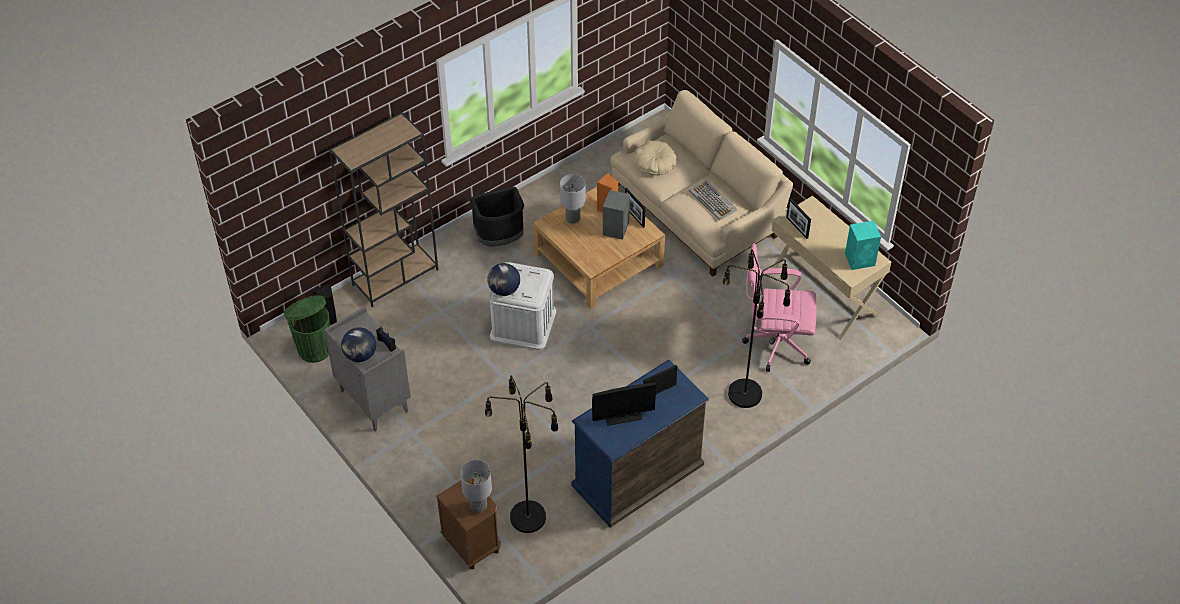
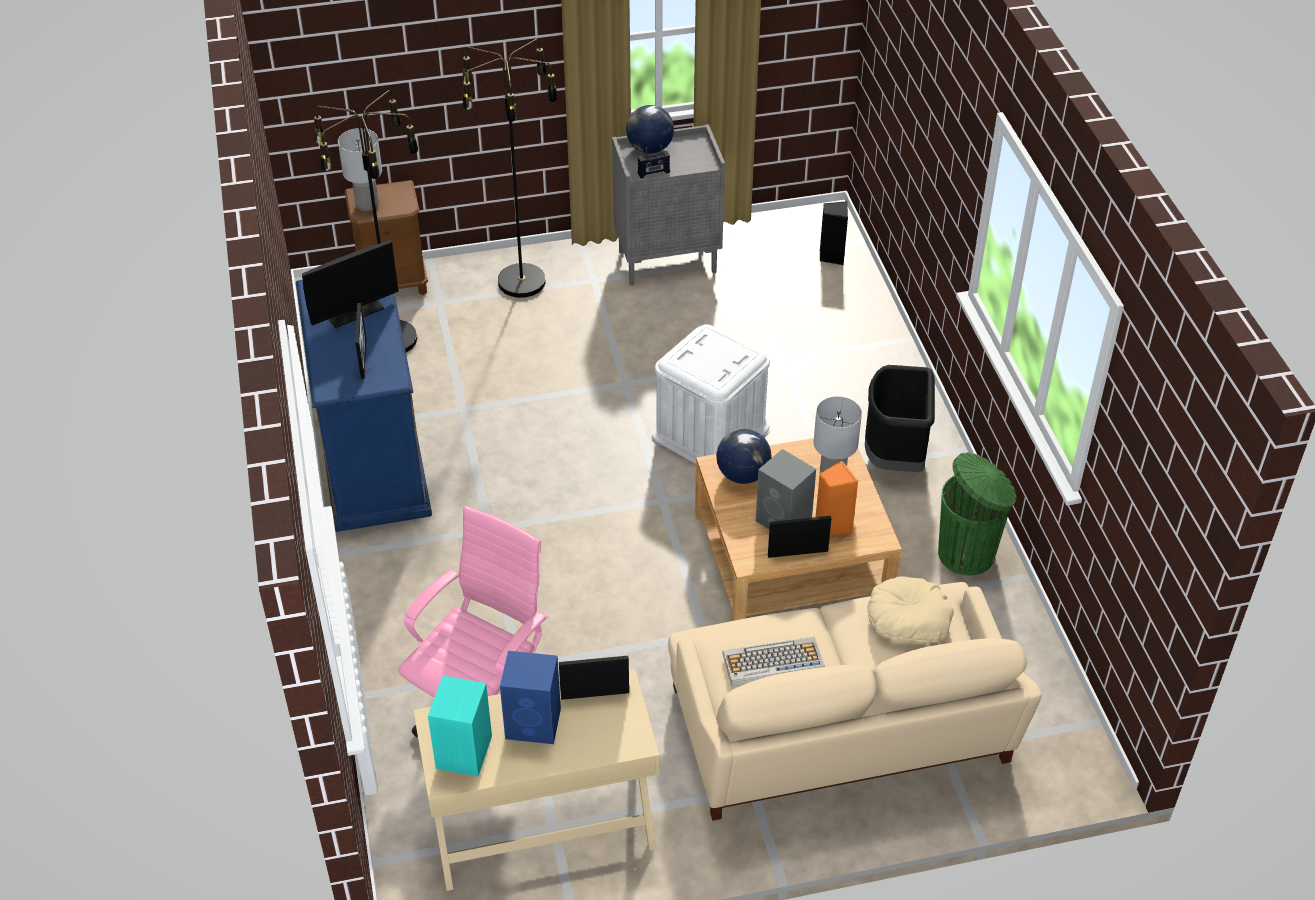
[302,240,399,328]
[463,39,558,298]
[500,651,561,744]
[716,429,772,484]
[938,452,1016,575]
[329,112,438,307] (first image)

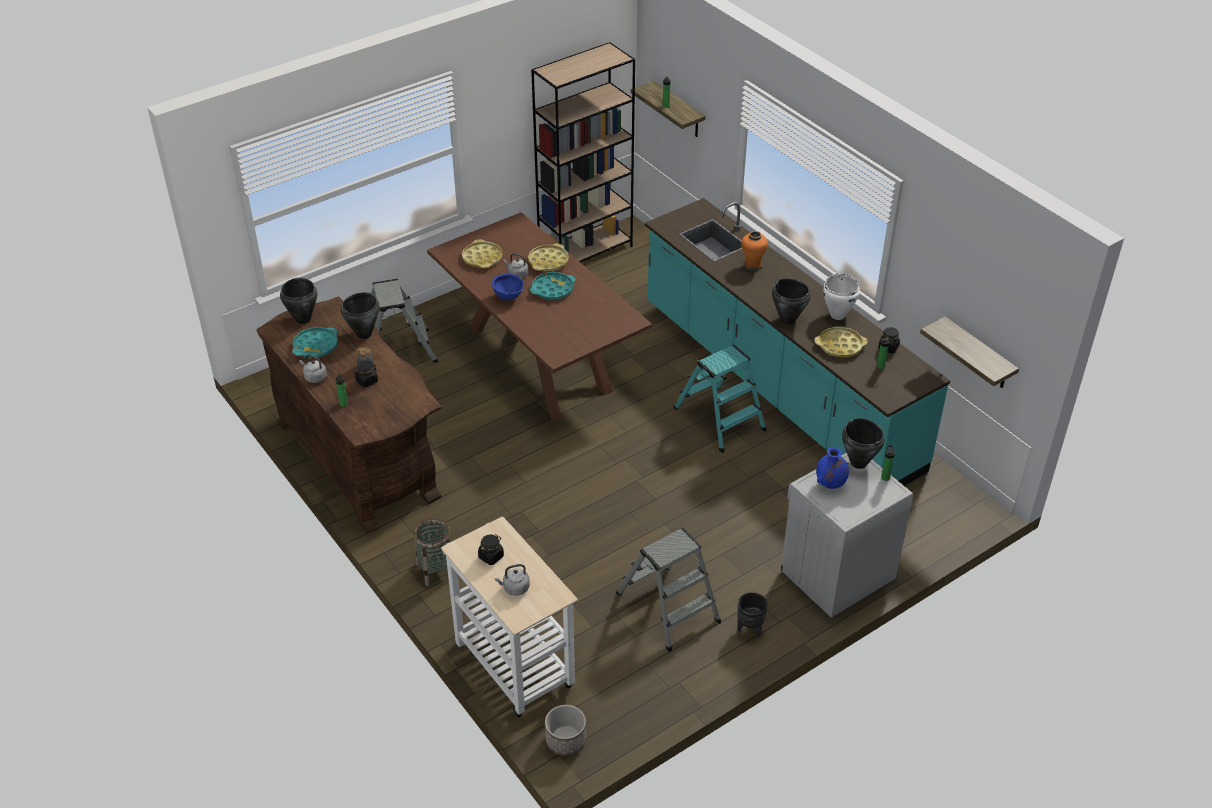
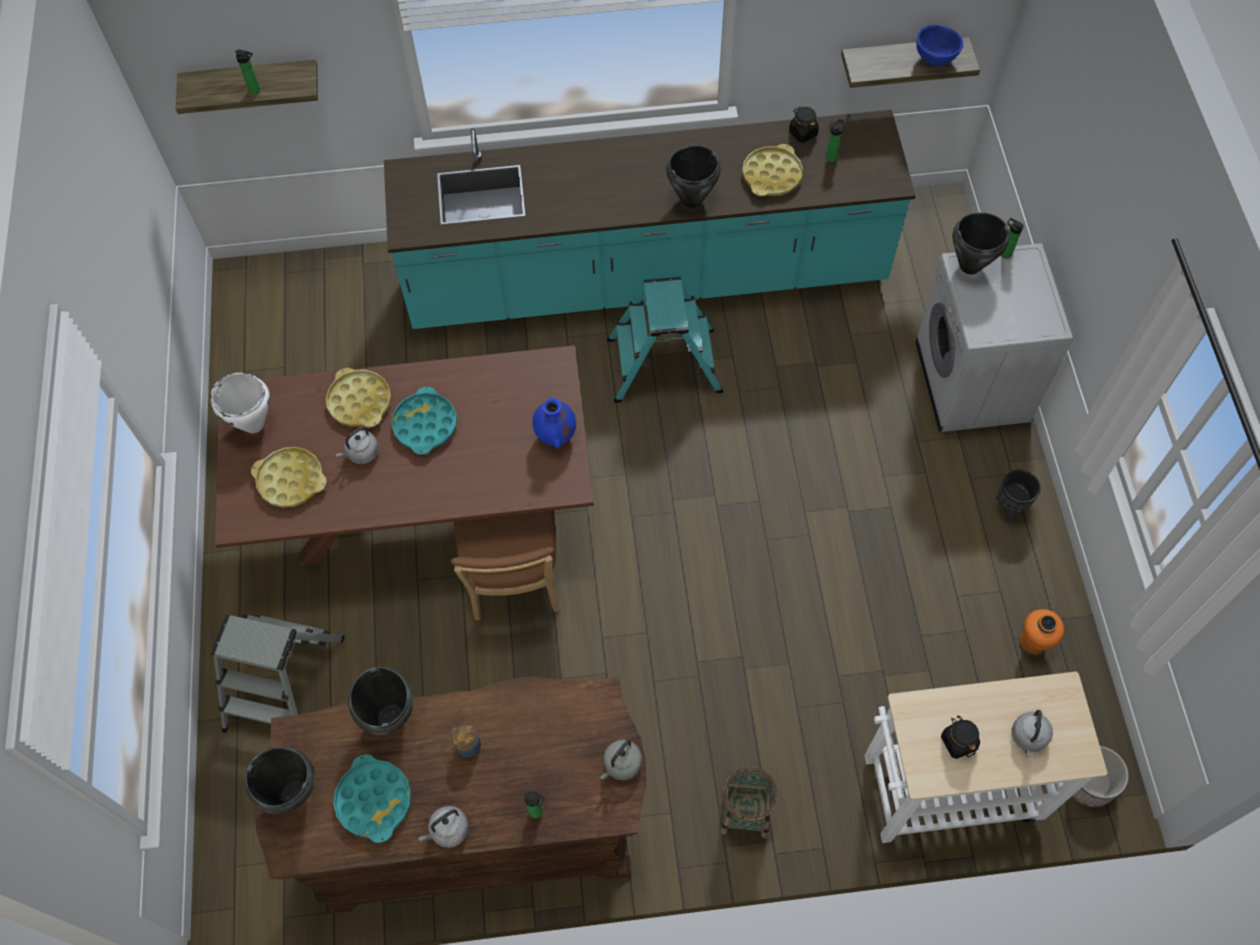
[211,373,270,433]
[451,510,559,621]
[532,398,576,449]
[600,739,642,780]
[916,24,963,66]
[1019,609,1064,656]
[354,361,378,387] (first image)
[531,42,635,263] (first image)
[616,527,721,652] (first image)

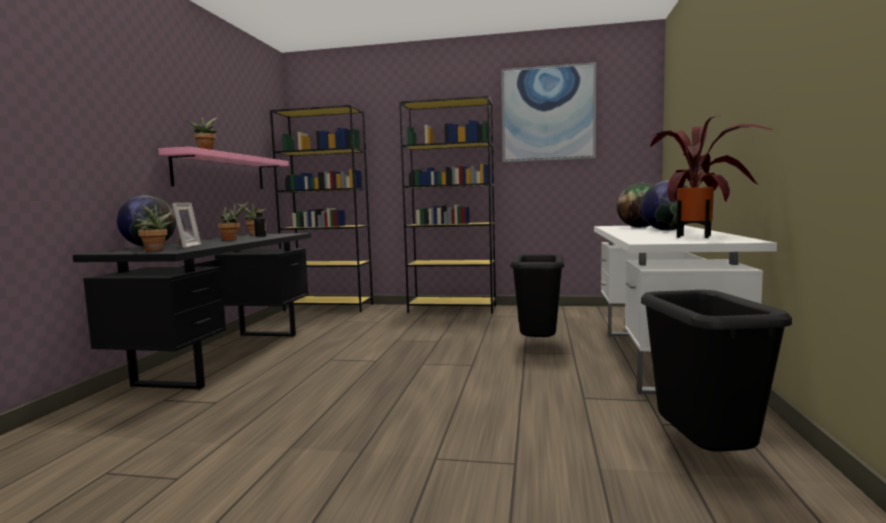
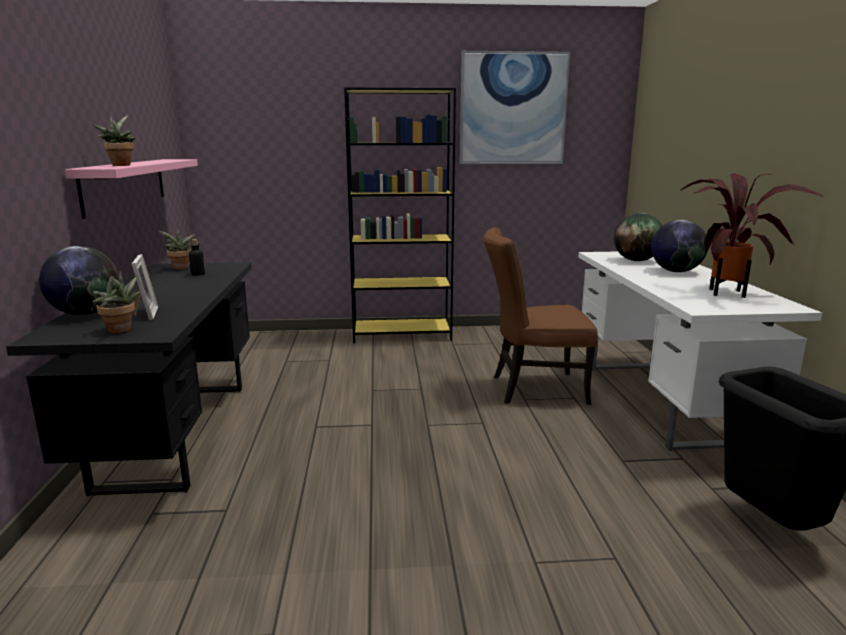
[483,227,598,405]
[218,202,248,240] (first image)
[270,105,373,312] (first image)

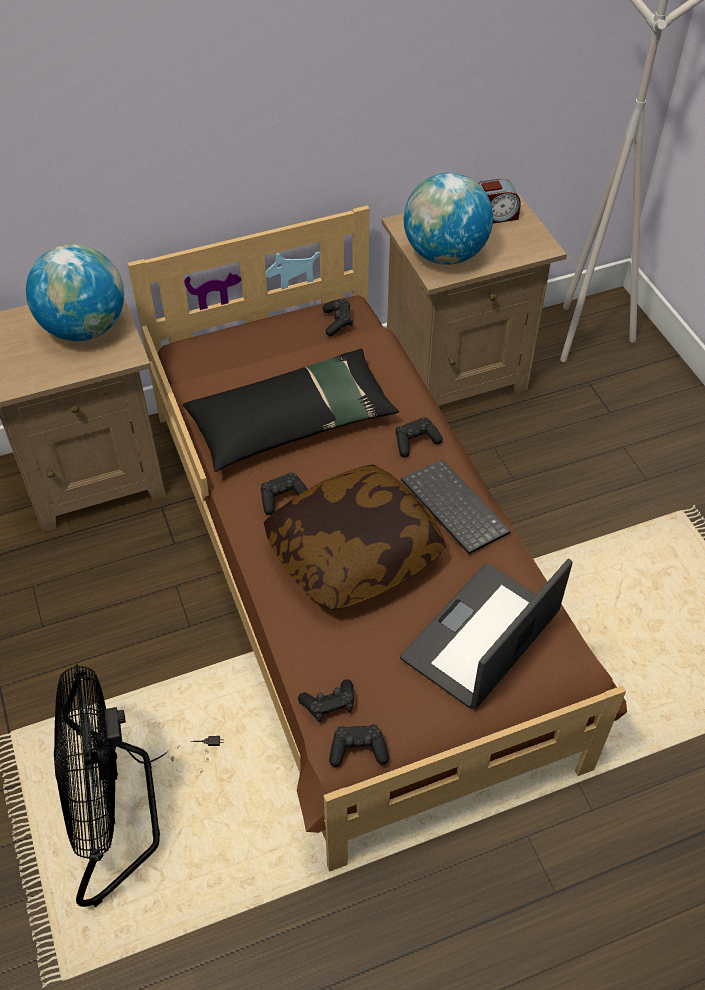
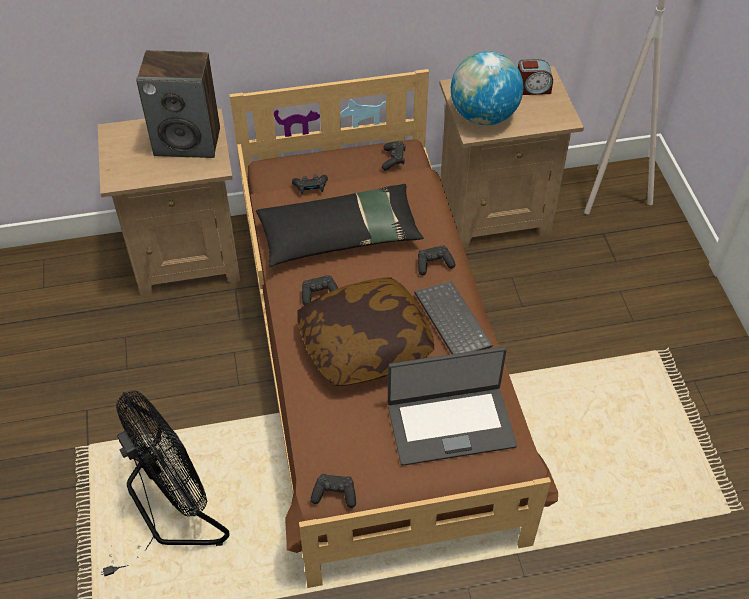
[100,390,230,576]
[136,50,220,158]
[292,175,328,194]
[388,347,517,466]

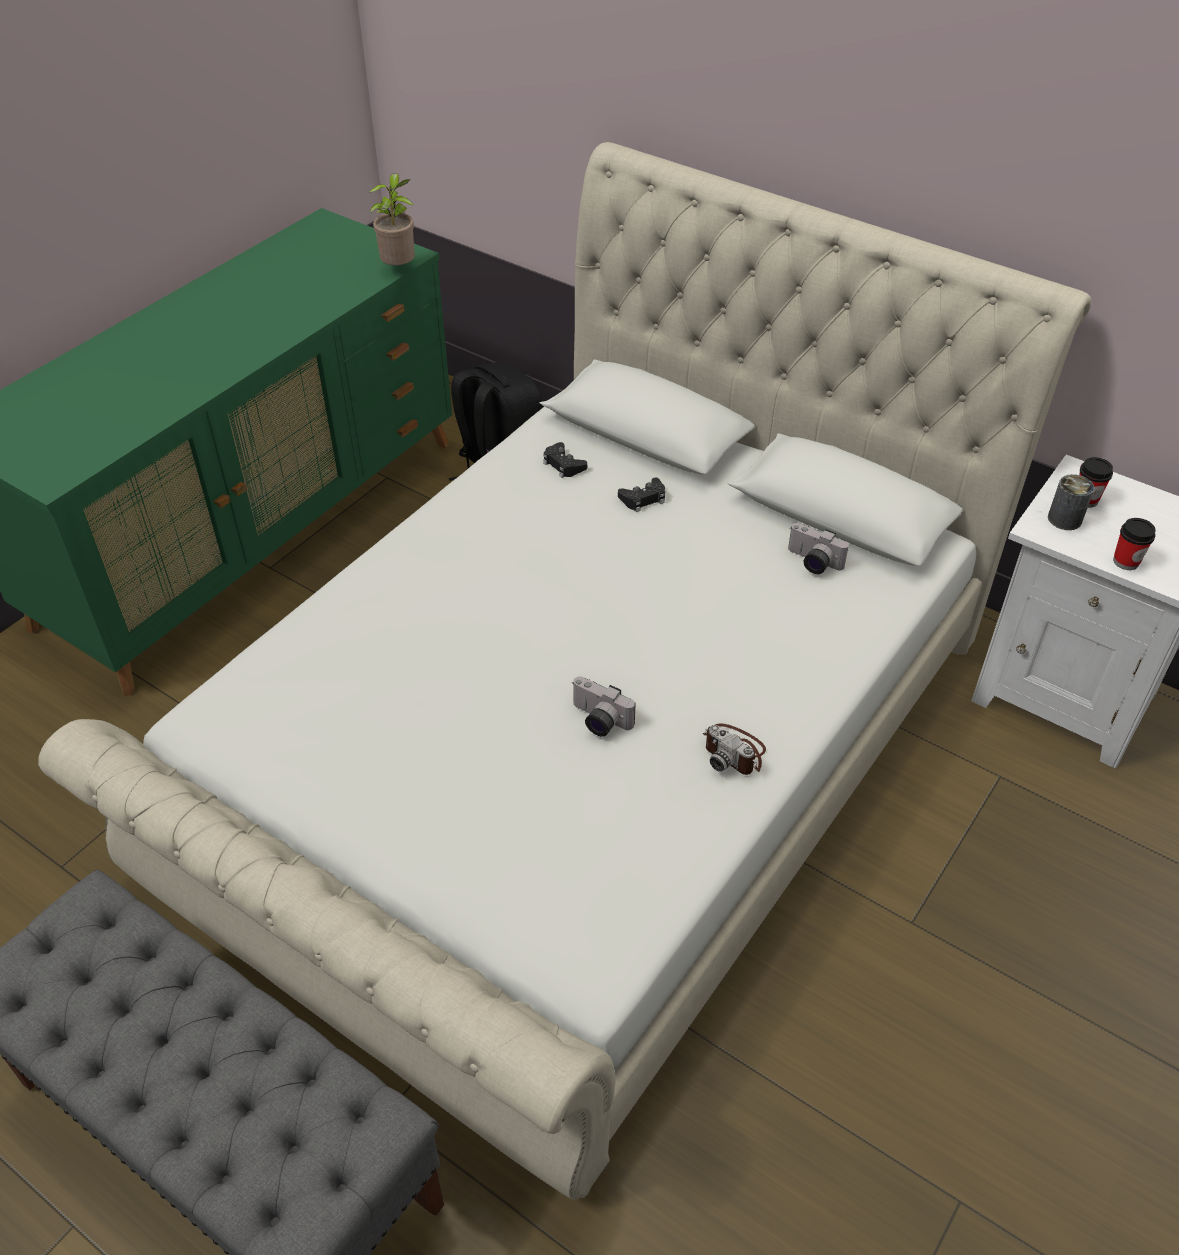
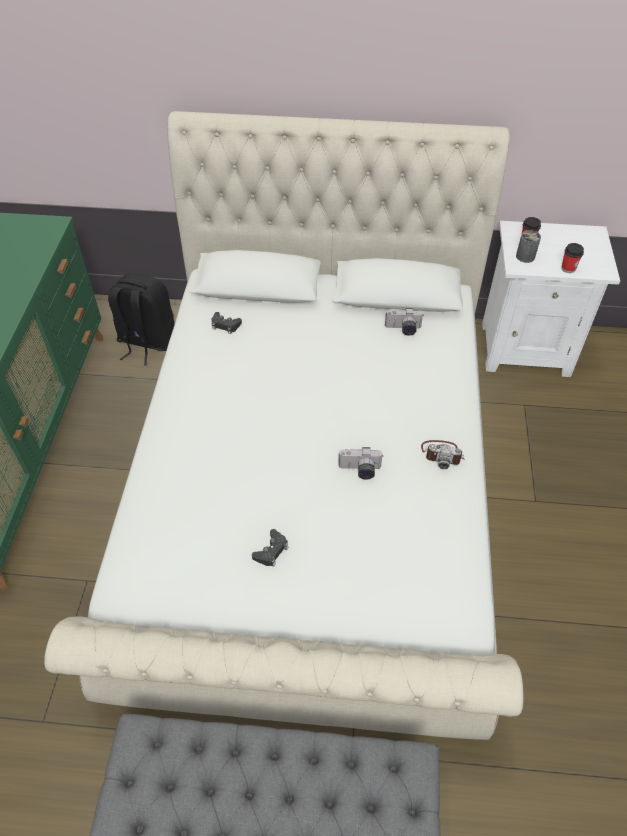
[252,529,288,567]
[369,173,415,265] (first image)

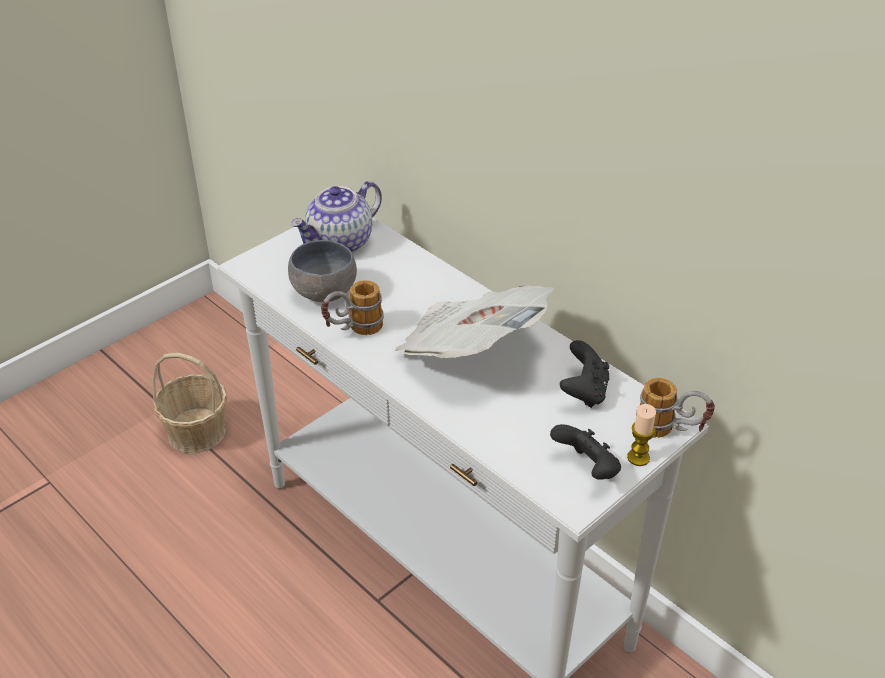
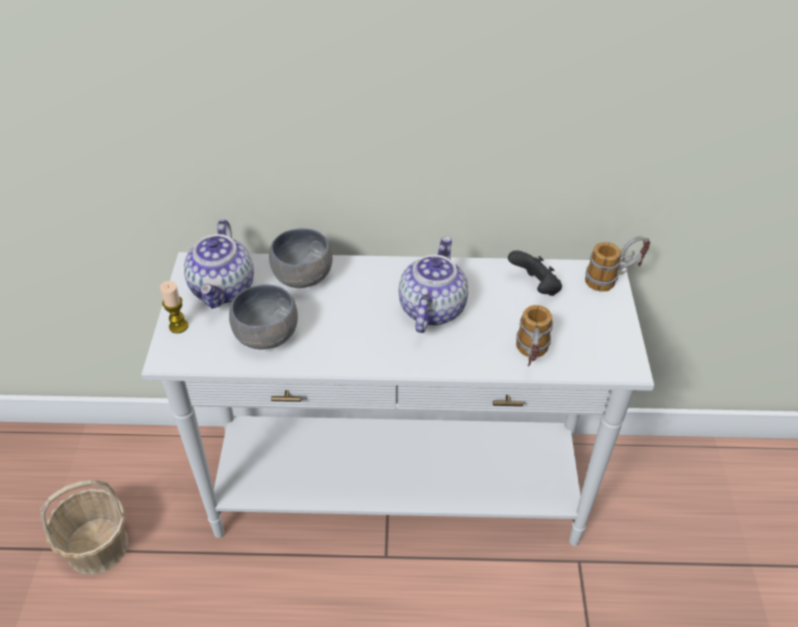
[160,281,188,333]
[269,228,333,288]
[399,236,468,333]
[516,305,553,366]
[550,424,621,480] (first image)

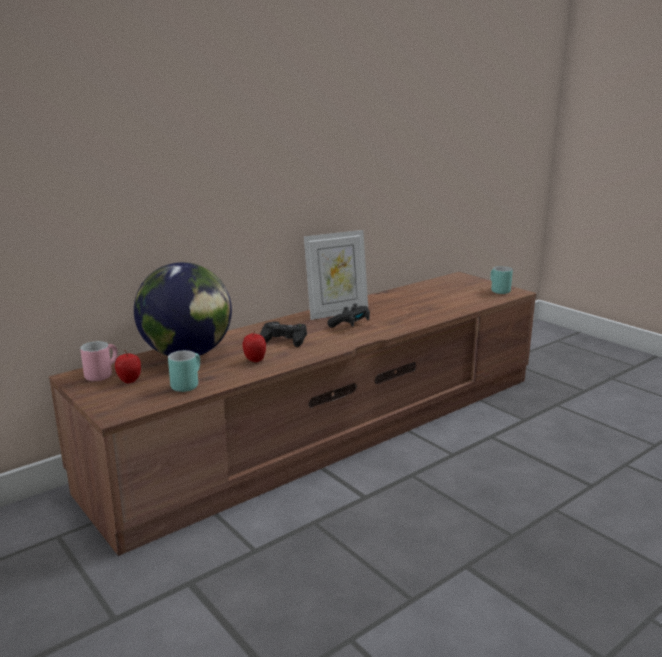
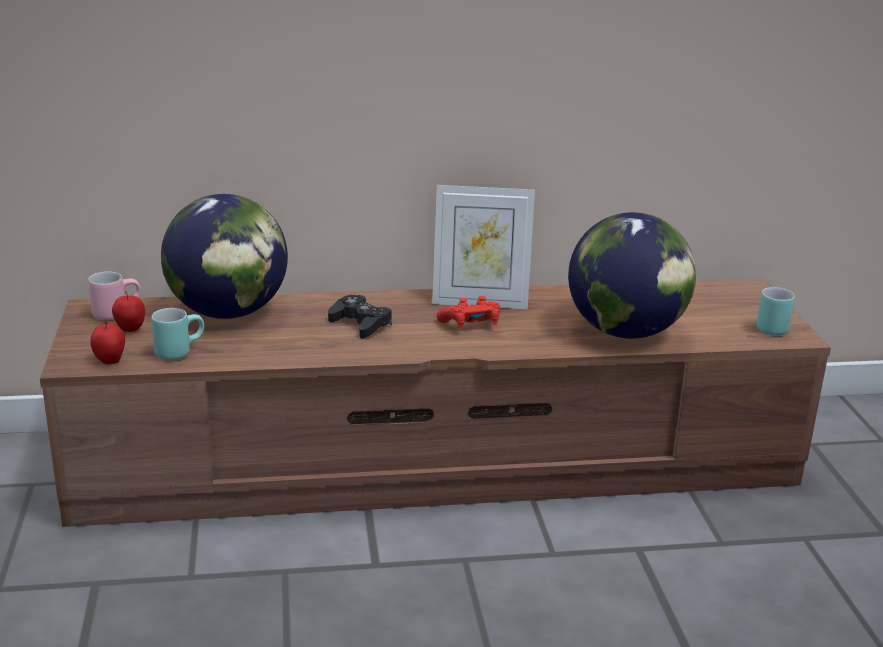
[90,321,125,364]
[437,296,500,329]
[568,212,696,339]

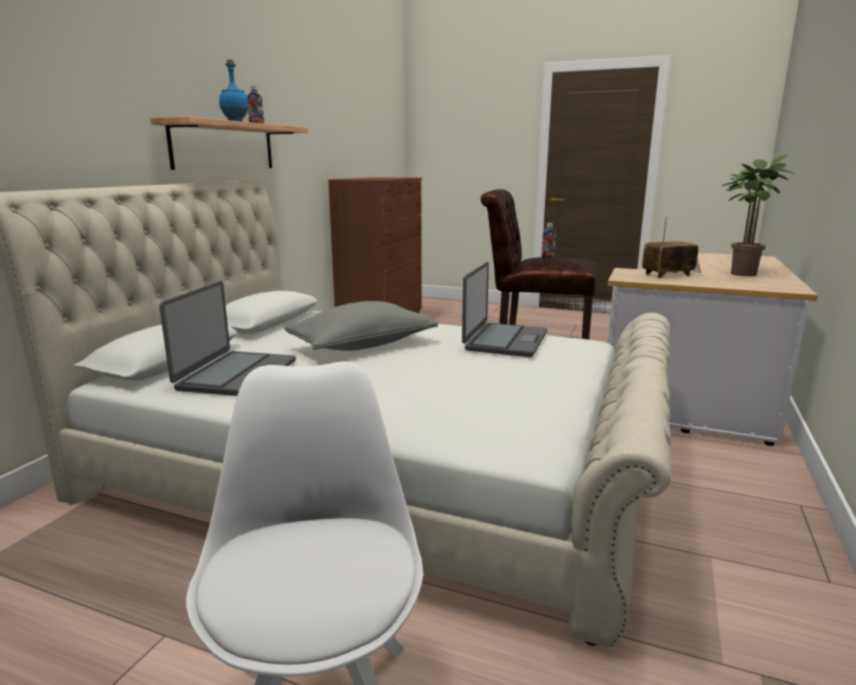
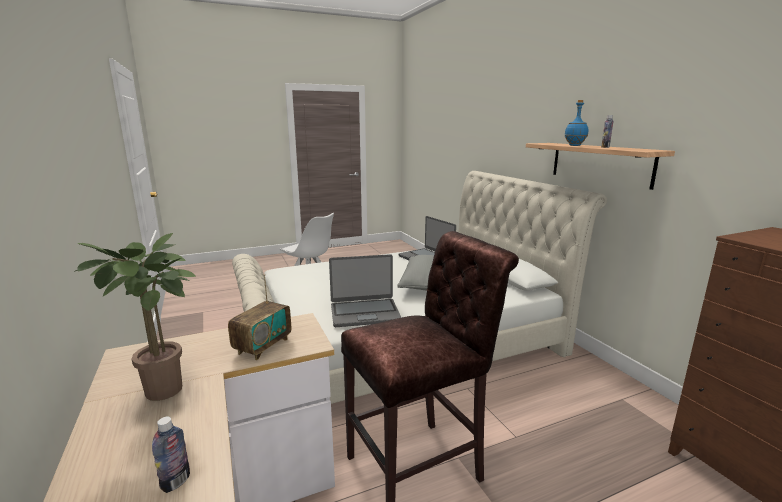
[152,417,190,493]
[329,254,401,327]

